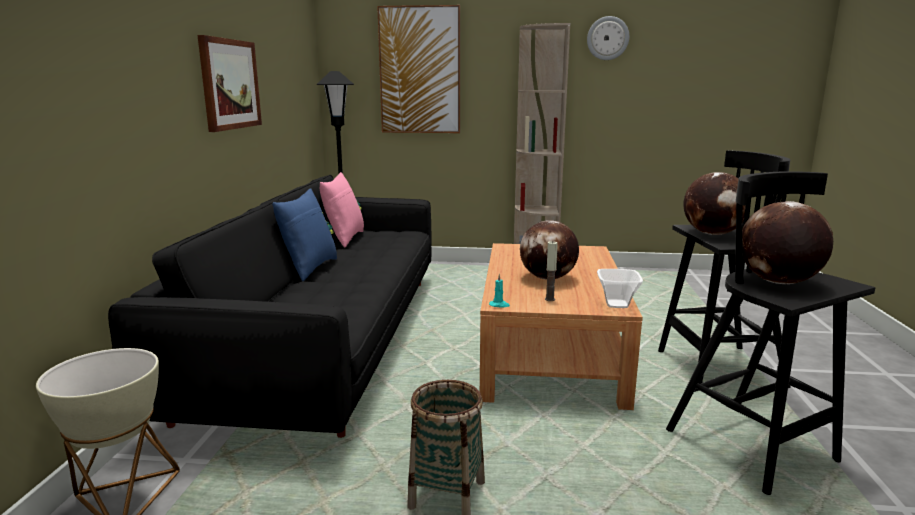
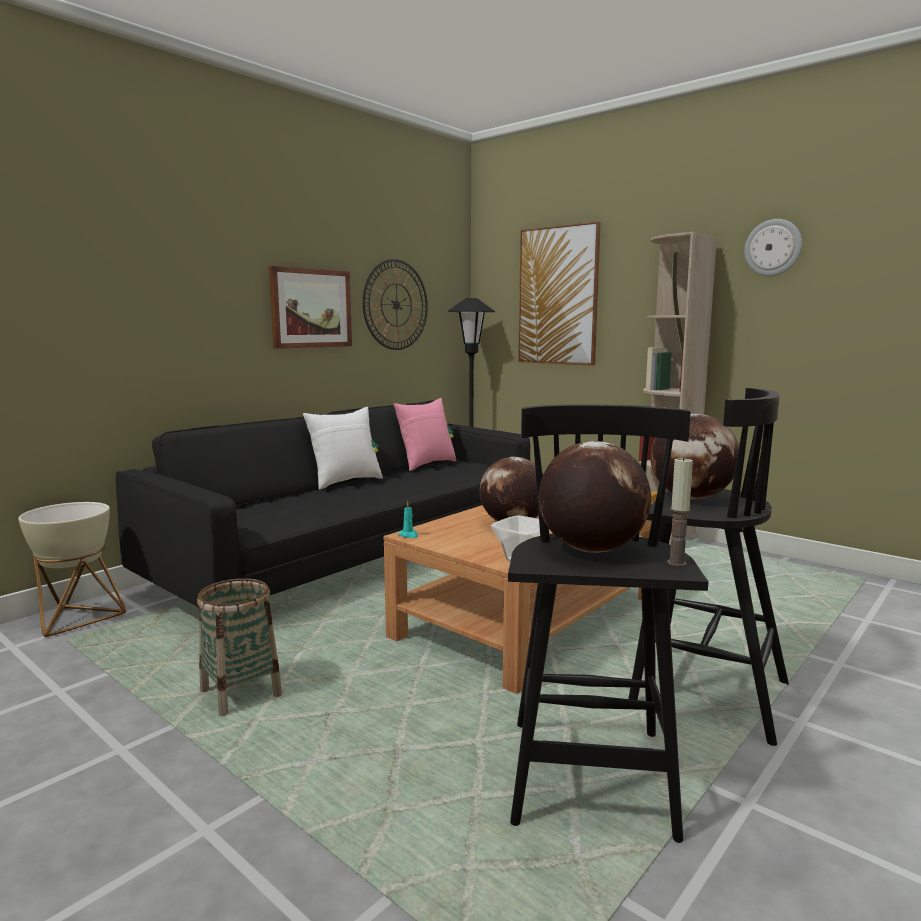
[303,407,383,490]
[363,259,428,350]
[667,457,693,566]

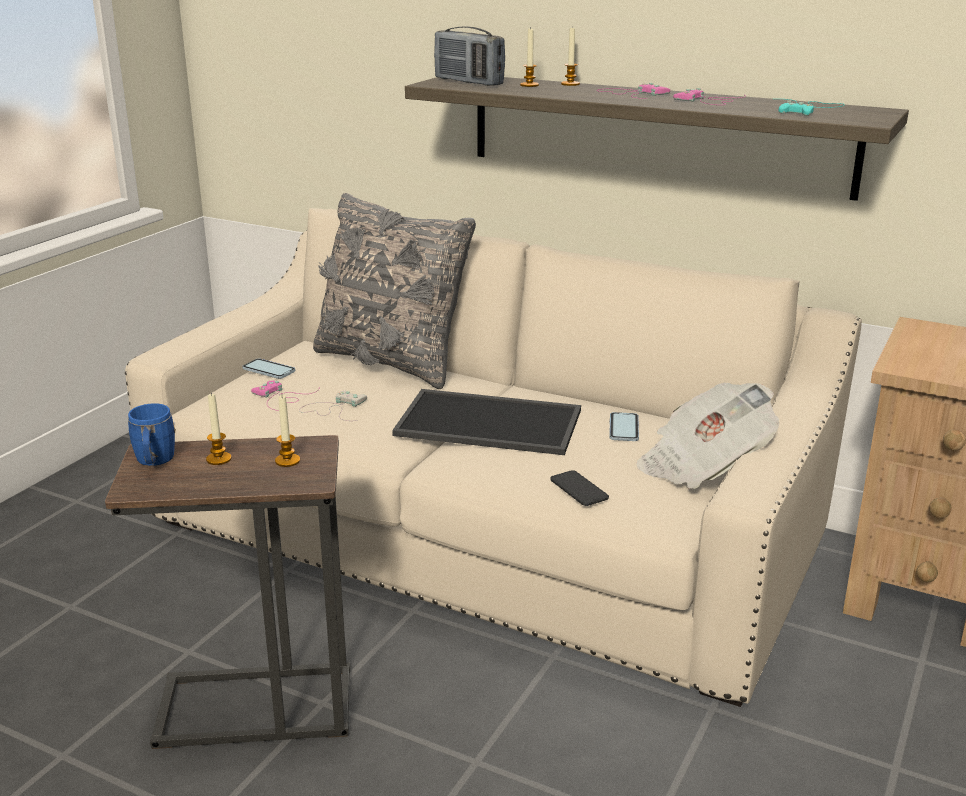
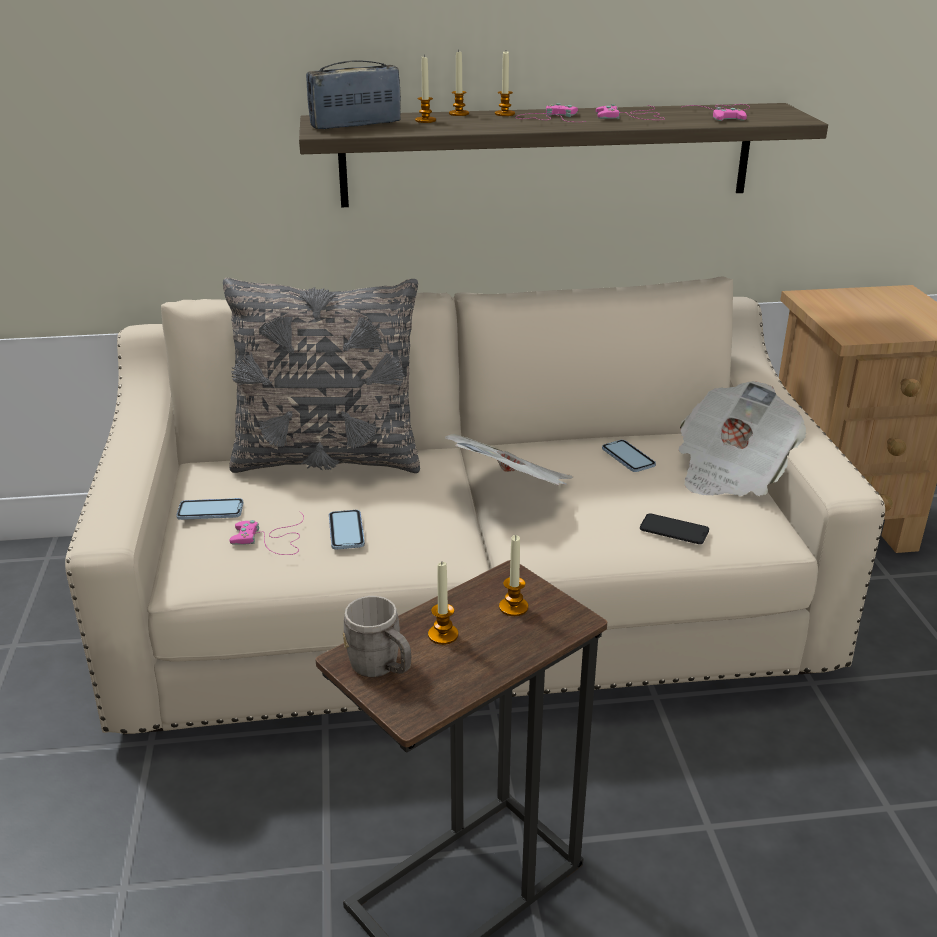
[306,60,401,130]
[329,510,365,549]
[343,596,411,677]
[445,434,573,485]
[495,51,515,116]
[682,104,750,121]

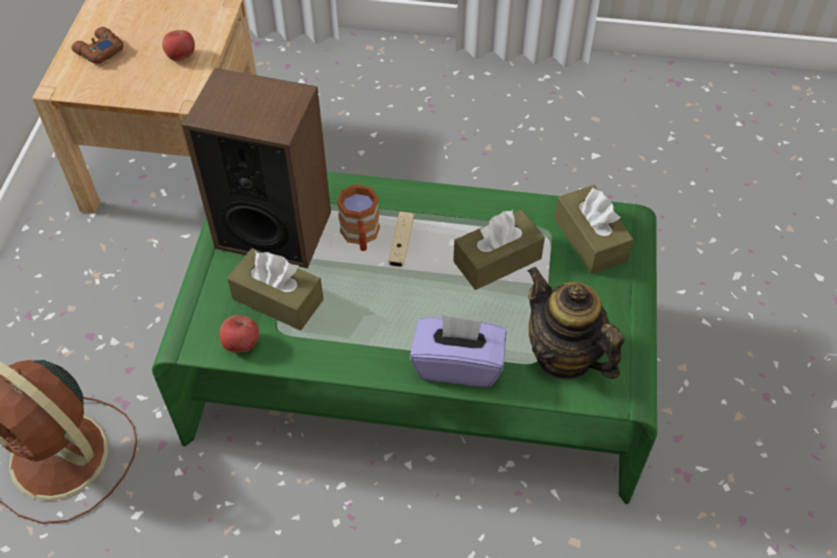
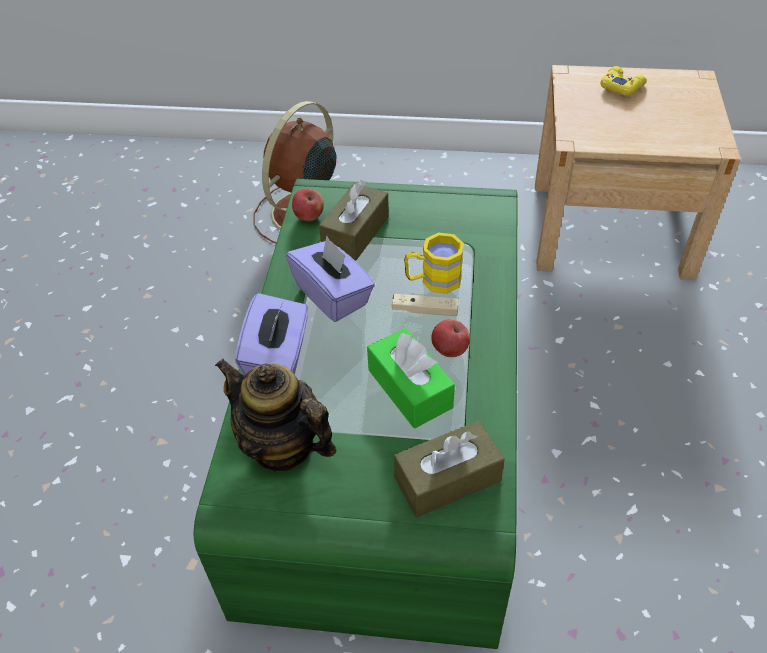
[215,359,336,472]
[286,235,375,322]
[367,328,455,428]
[404,233,464,294]
[431,319,470,357]
[600,66,647,96]
[182,68,331,269] (first image)

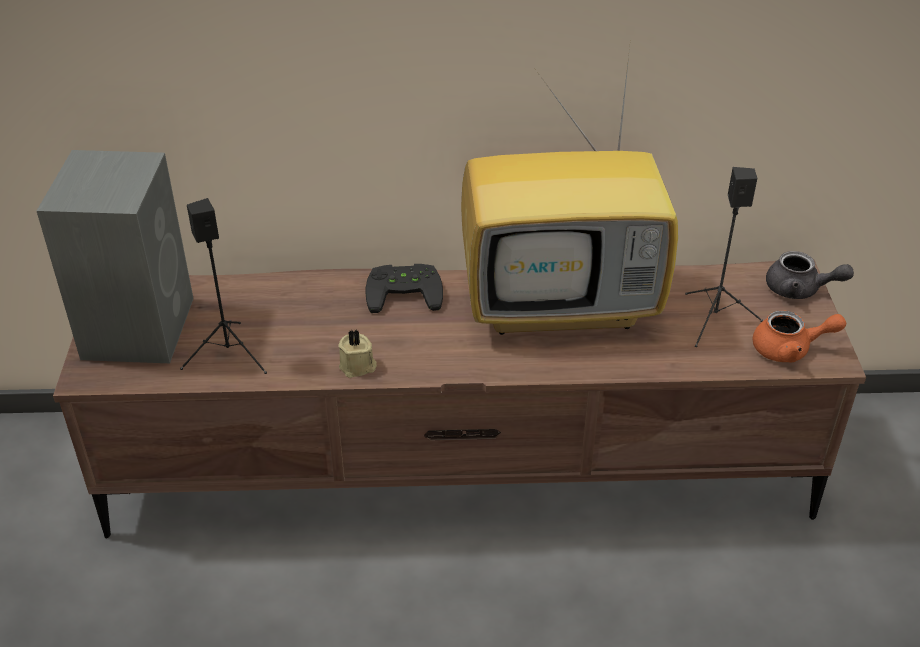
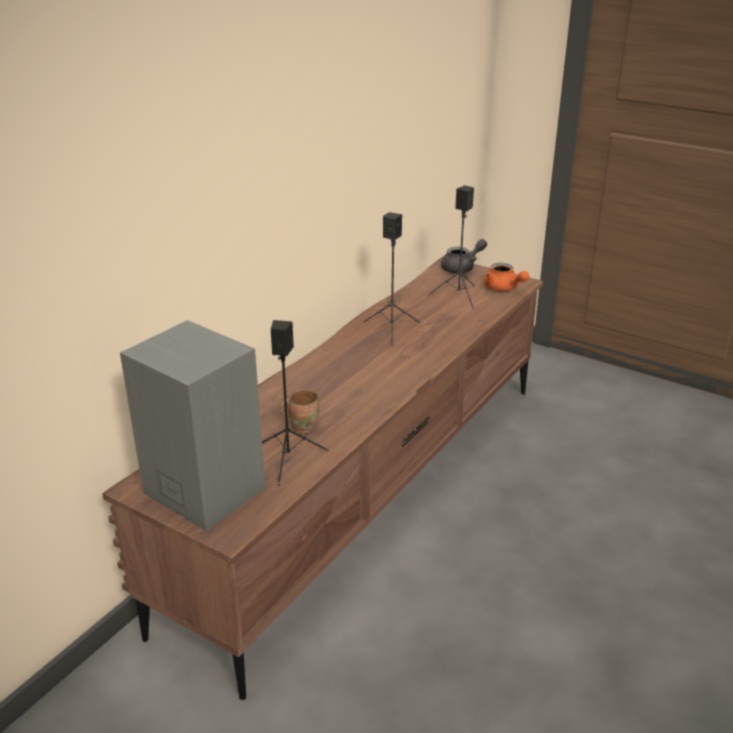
[280,389,319,434]
[363,212,420,346]
[484,263,529,291]
[338,329,377,378] (first image)
[366,264,443,313] (first image)

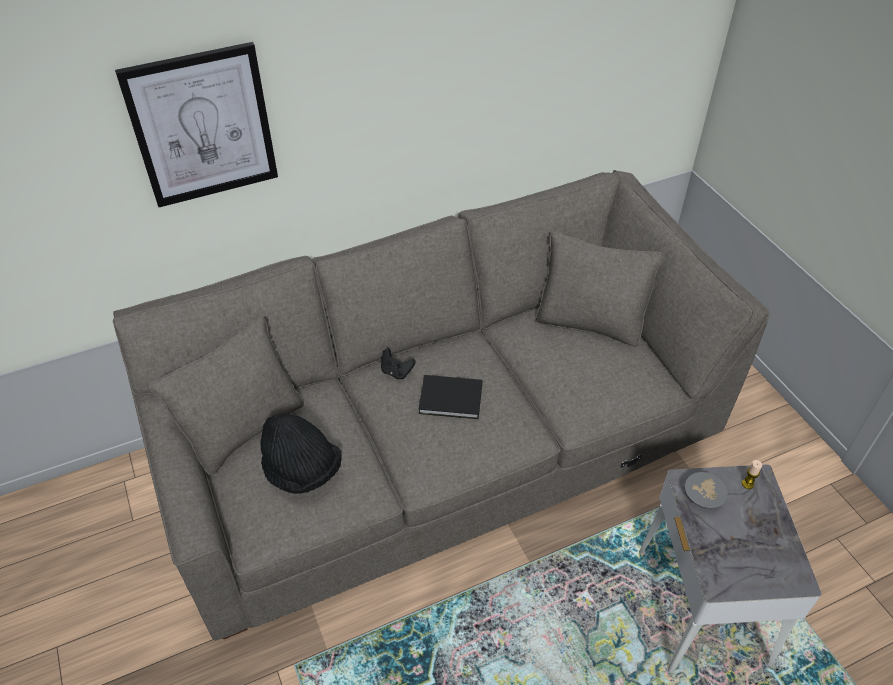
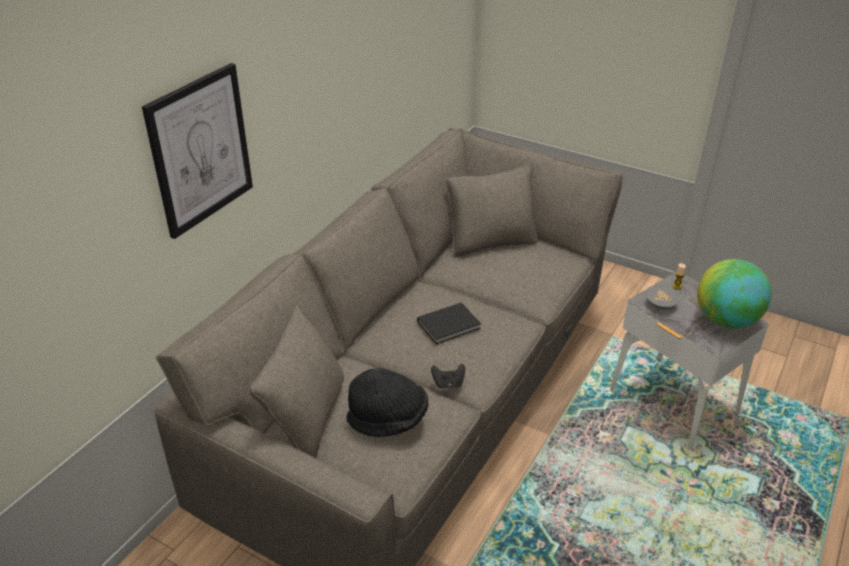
[431,364,465,388]
[697,259,771,328]

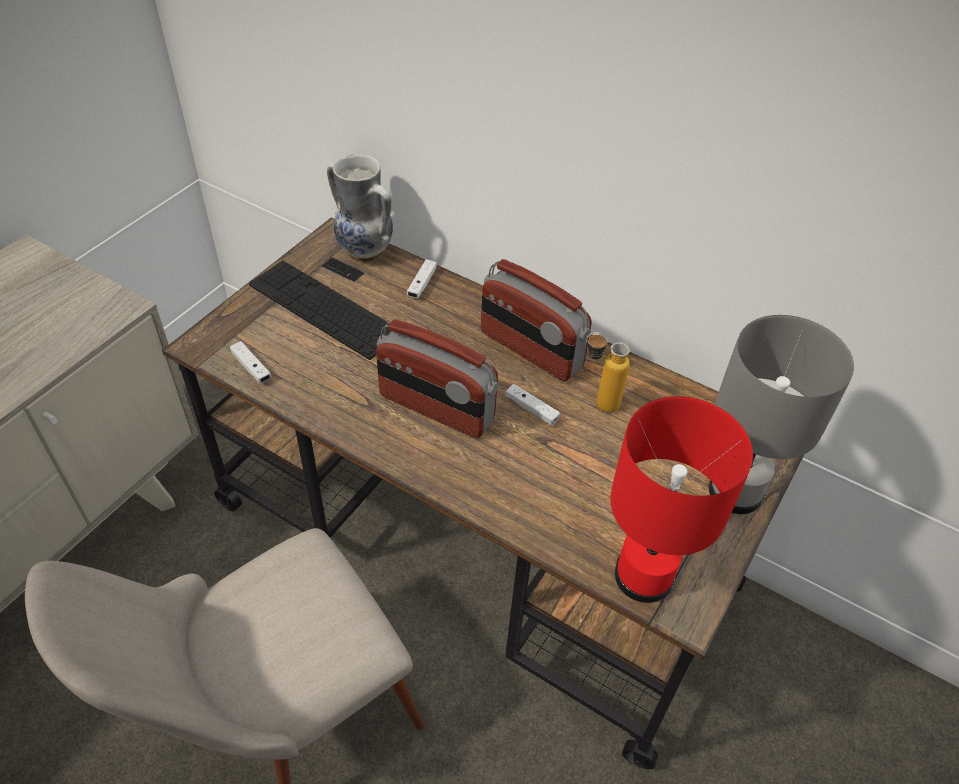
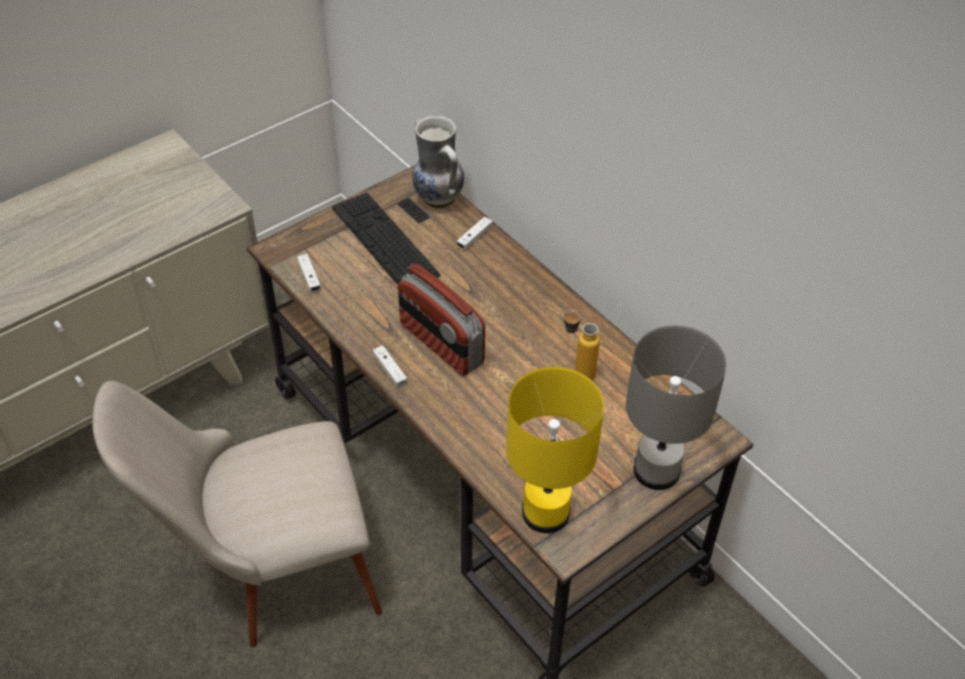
[373,345,407,388]
[506,367,604,533]
[481,259,592,381] (first image)

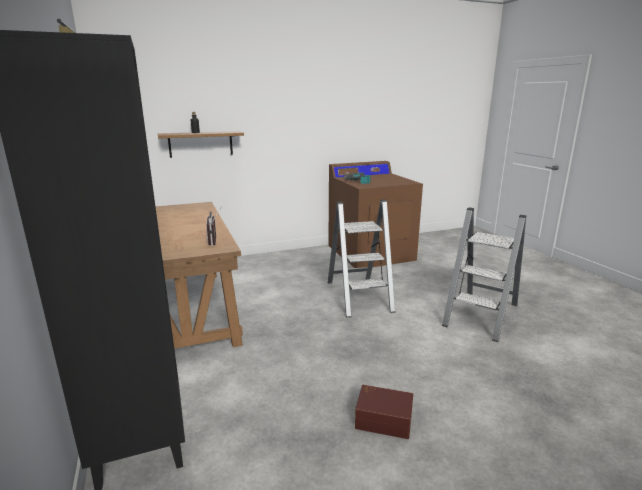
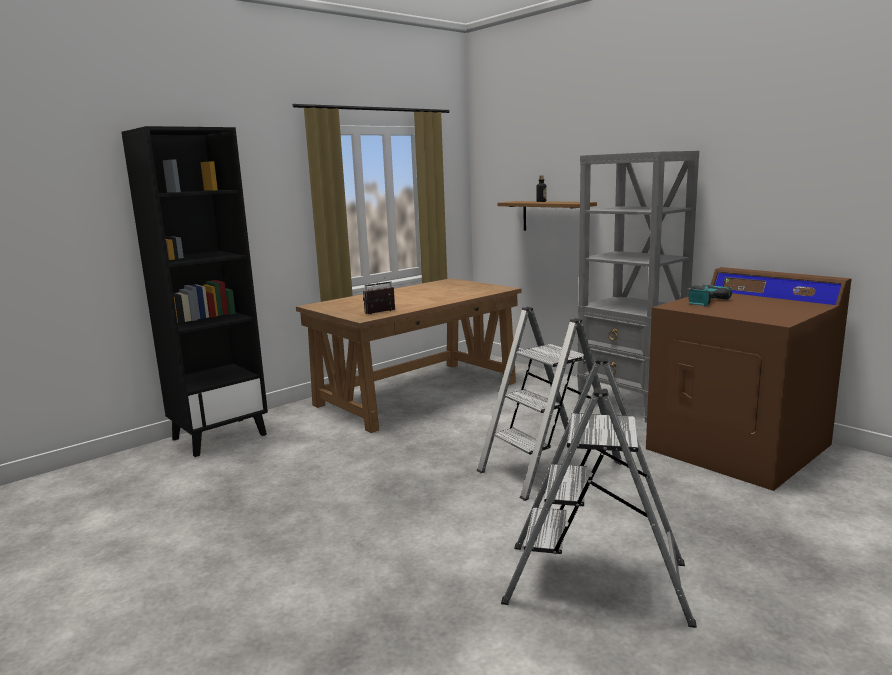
[577,151,699,423]
[355,385,413,439] (first image)

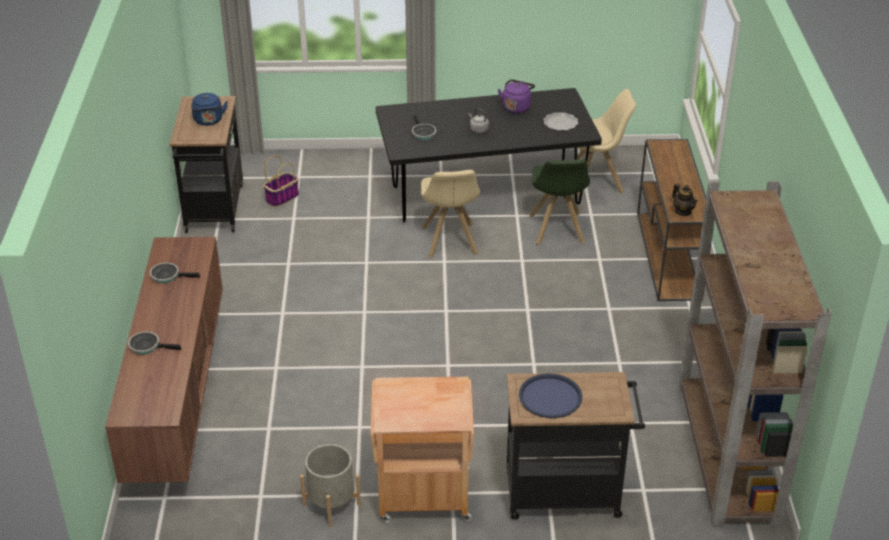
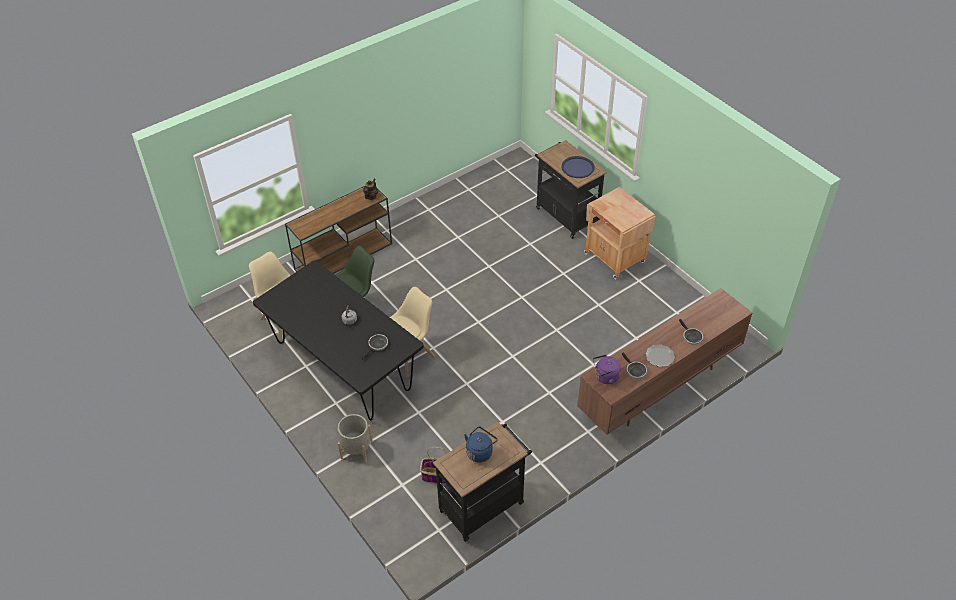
[338,414,373,462]
[593,355,621,384]
[645,344,675,367]
[679,181,831,527] (first image)

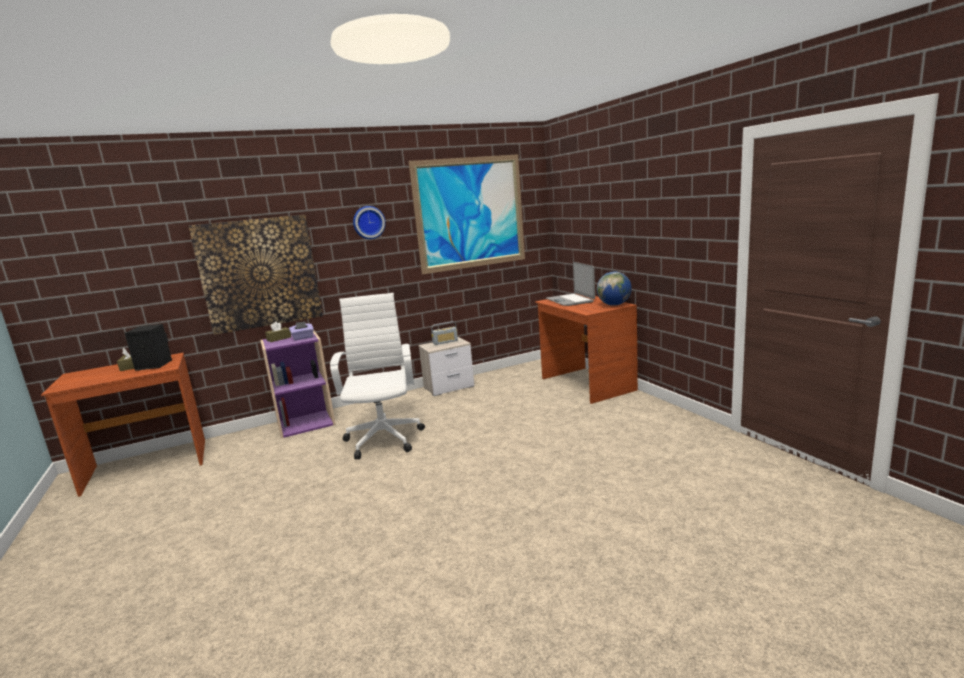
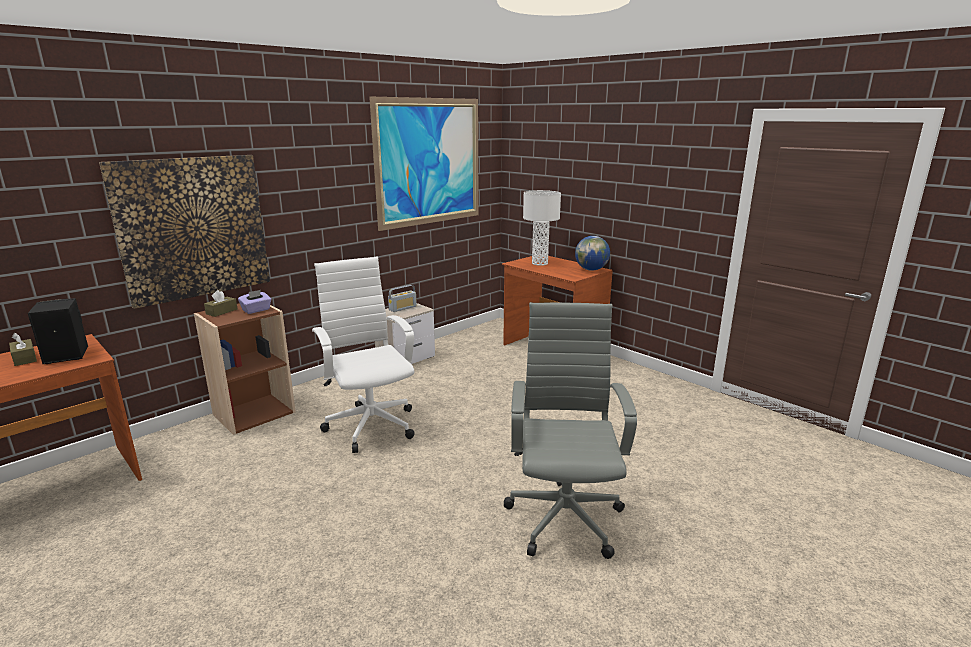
[194,303,296,435]
[504,302,637,559]
[523,190,561,266]
[353,206,386,239] (first image)

